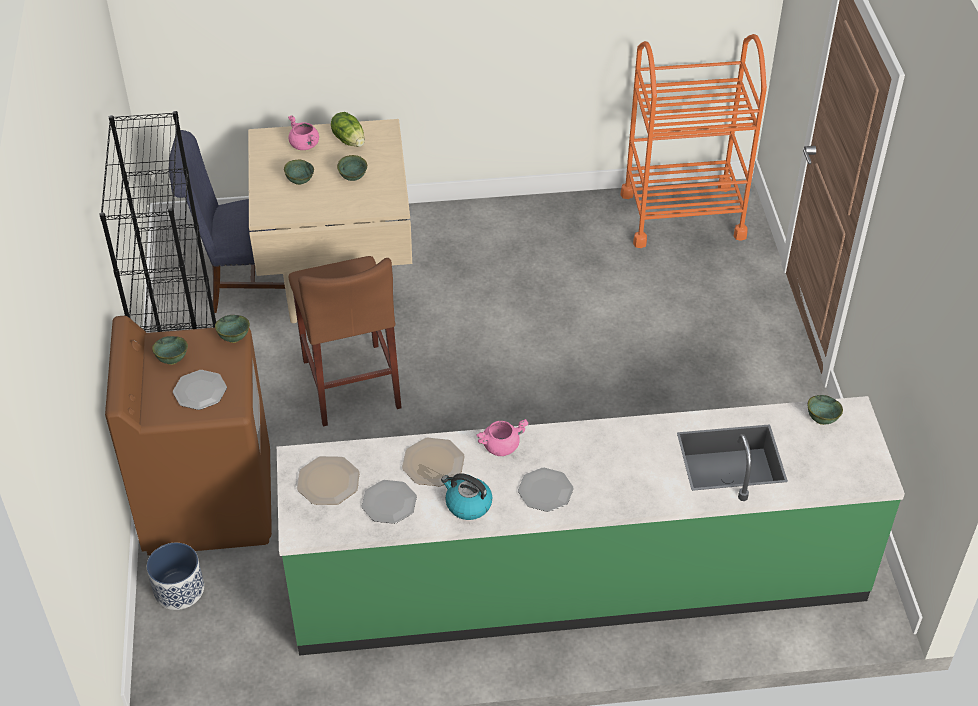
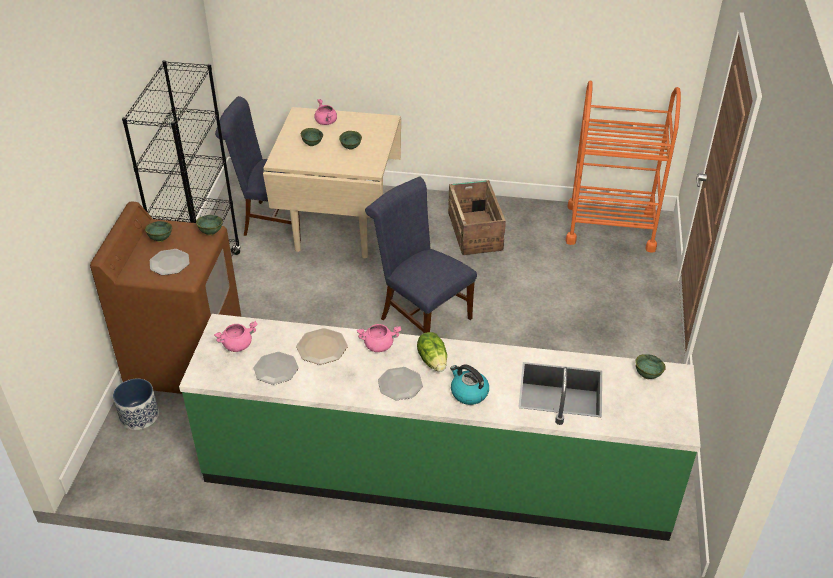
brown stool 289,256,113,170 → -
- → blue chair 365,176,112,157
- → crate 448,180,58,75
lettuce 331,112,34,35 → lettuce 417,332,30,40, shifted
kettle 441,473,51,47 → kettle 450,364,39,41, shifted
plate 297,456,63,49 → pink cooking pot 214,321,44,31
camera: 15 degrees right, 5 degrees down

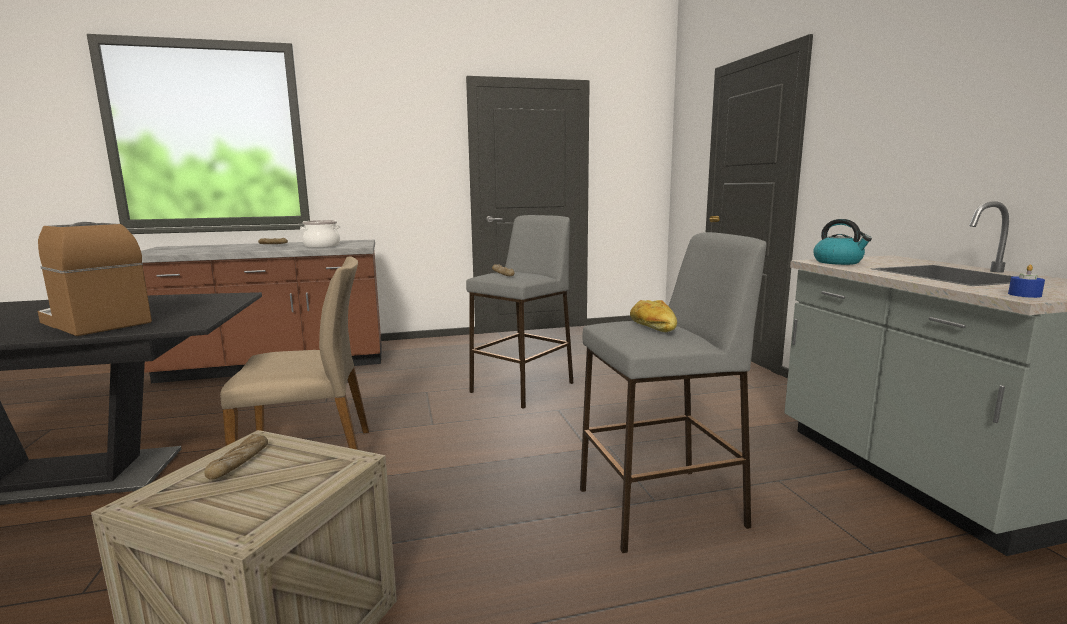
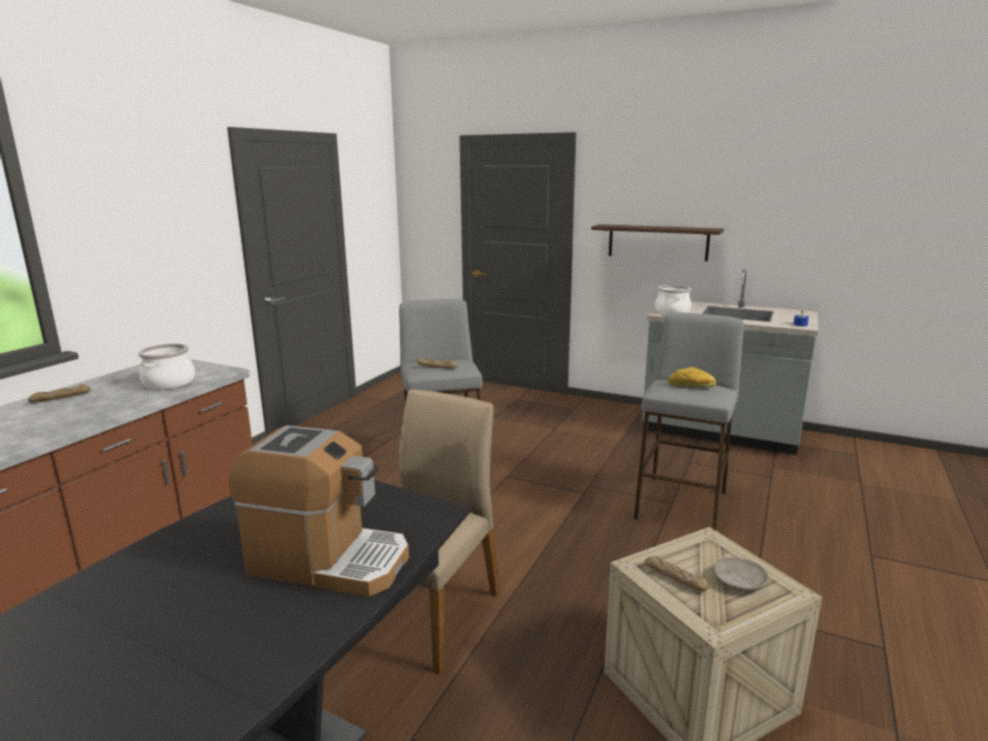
- → shelf 591,224,133,37
- → beige plate 714,557,55,34
kettle 813,219,59,46 → cooking pot 655,285,36,30
coffee machine 38,222,114,114 → coffee machine 229,425,180,172, 150 degrees counterclockwise
camera: 50 degrees left, 5 degrees up

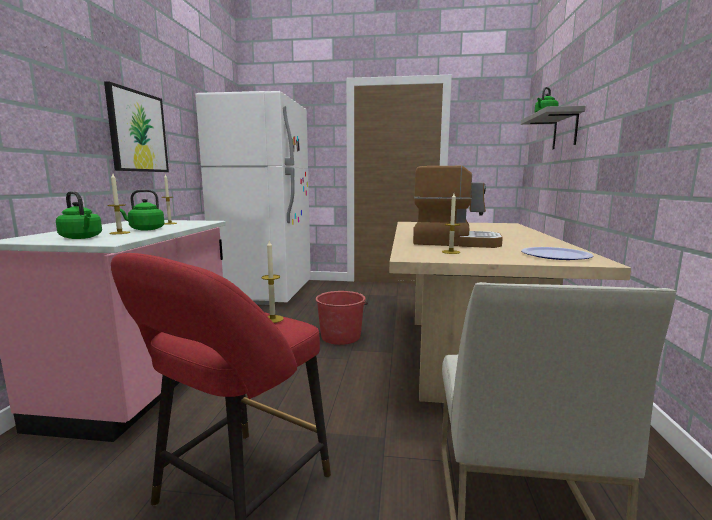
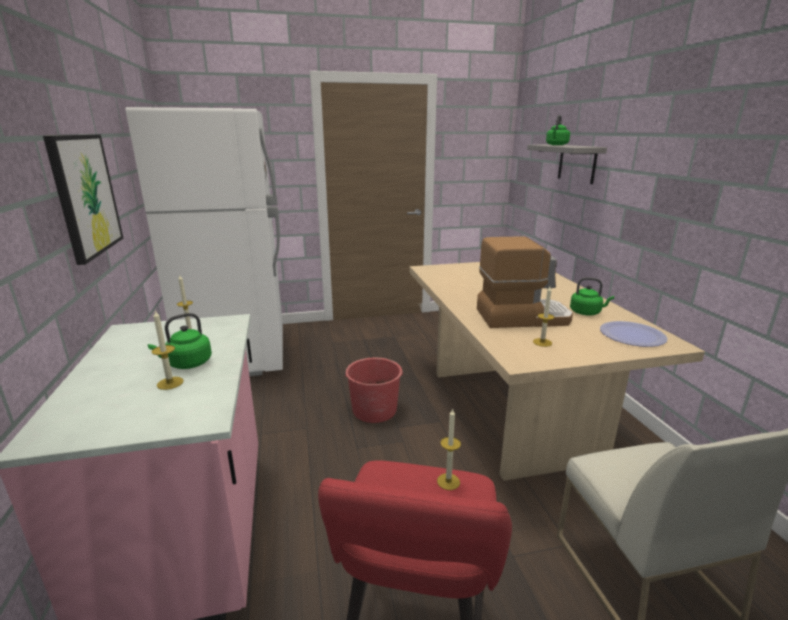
green kettle 56,191,46,48 → green kettle 570,277,44,38, shifted
camera: 20 degrees left, 10 degrees up

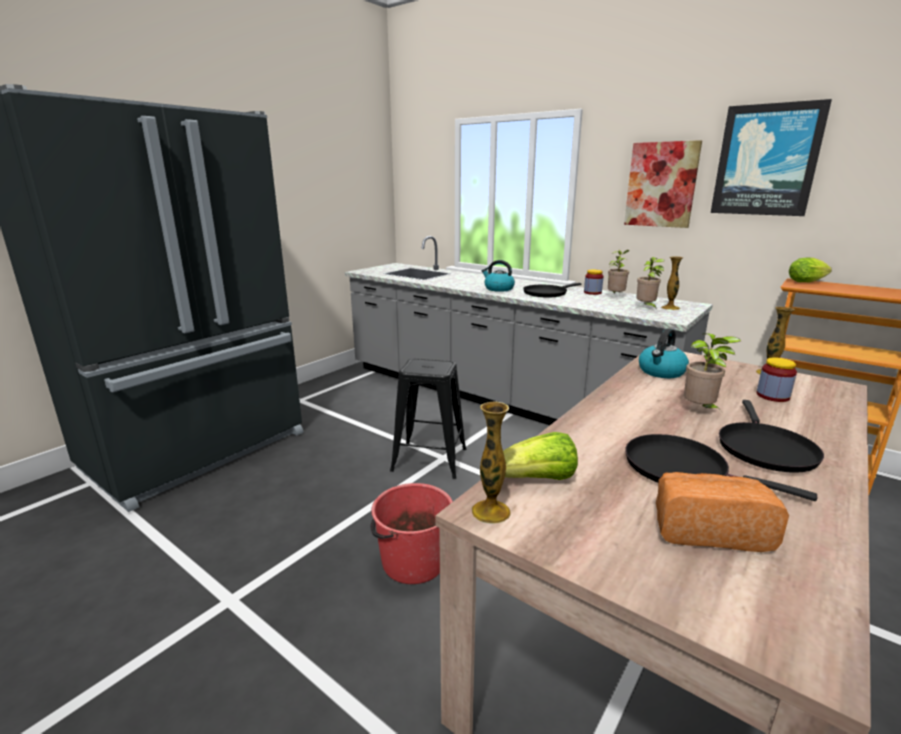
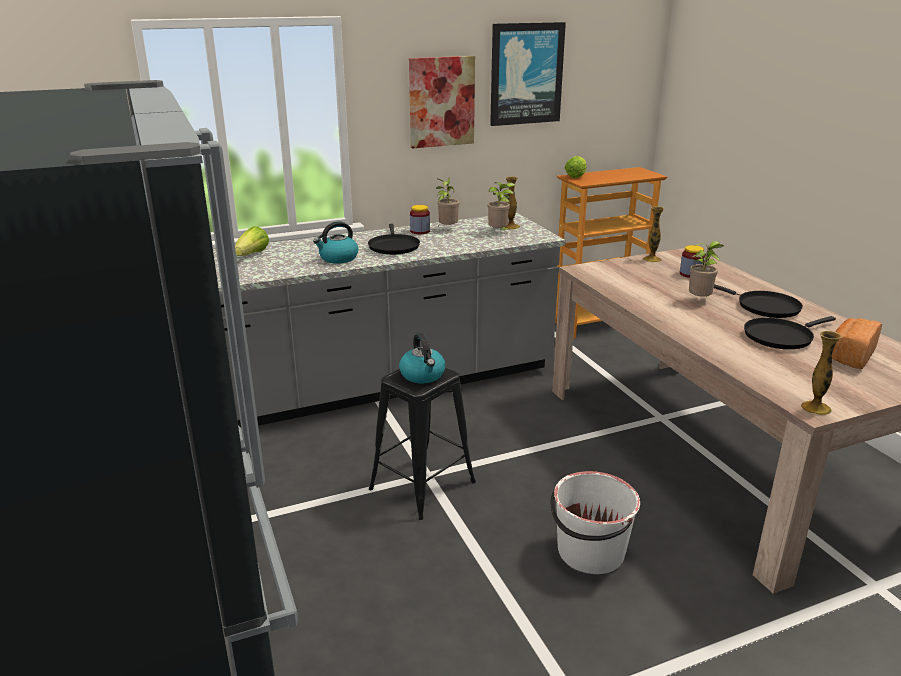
lettuce 503,432,75,48 → lettuce 235,226,34,30, shifted
kettle 639,328,50,50 → kettle 399,333,47,50, shifted
red bucket 370,483,83,101 → white bucket 551,471,89,103
camera: 60 degrees left, 5 degrees up

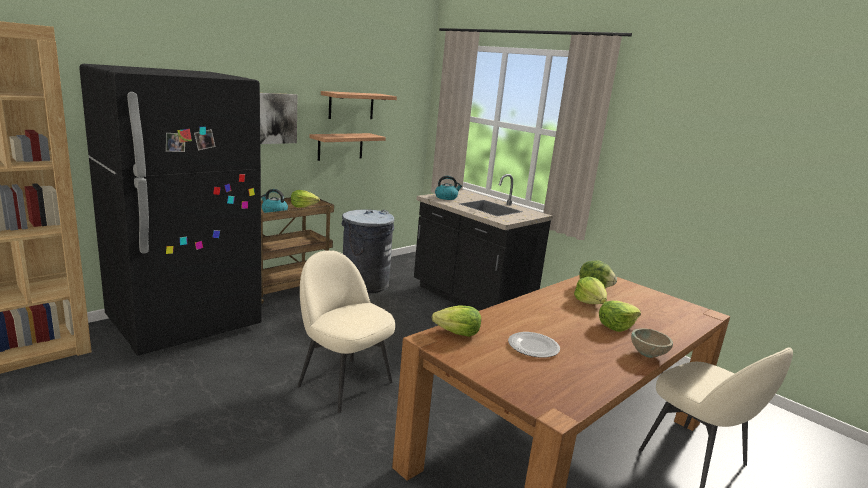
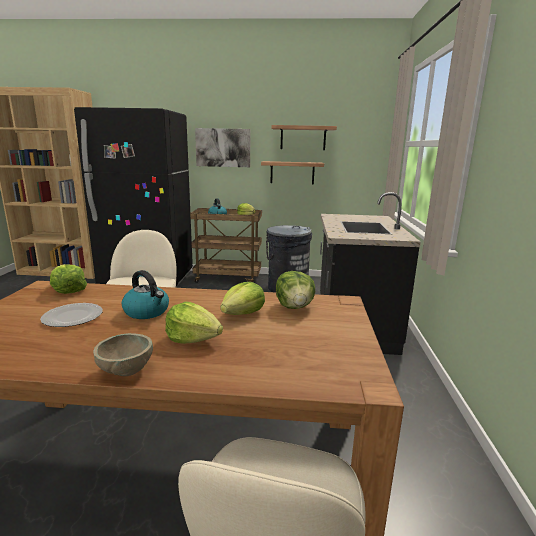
kettle 435,176,27,24 → kettle 122,270,47,49, shifted
camera: 50 degrees right, 0 degrees up

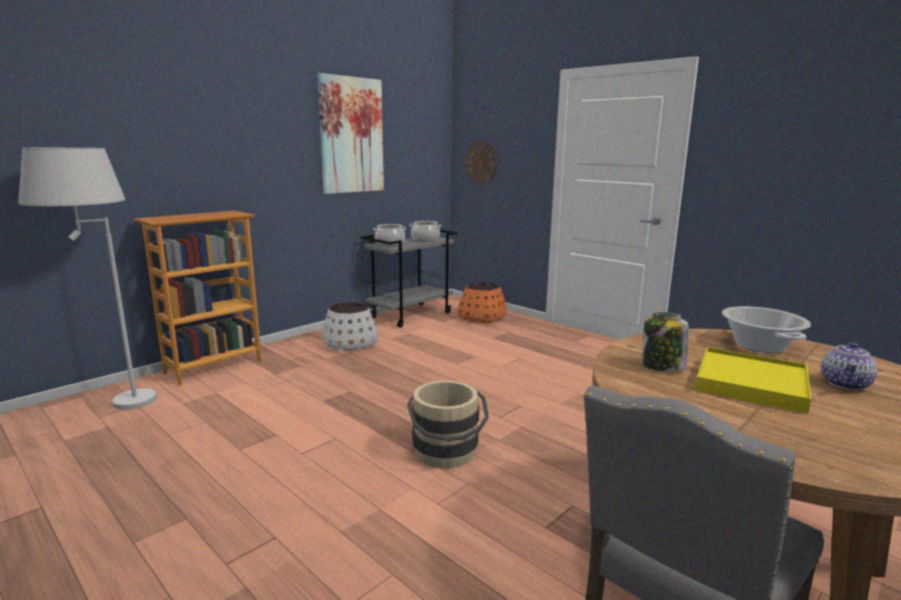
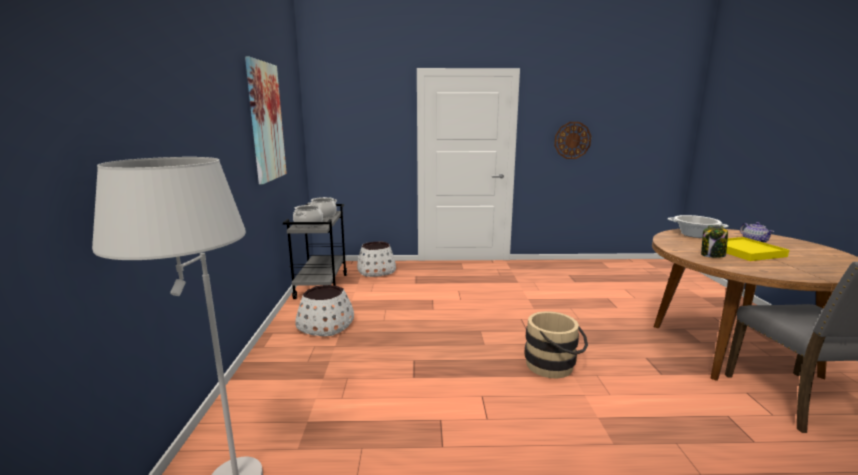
bookcase 134,211,128,174 → -
wall clock 465,141,33,44 → wall clock 554,122,37,37, shifted
orange planter 457,282,50,41 → white planter 357,242,39,35
camera: 45 degrees left, 0 degrees up

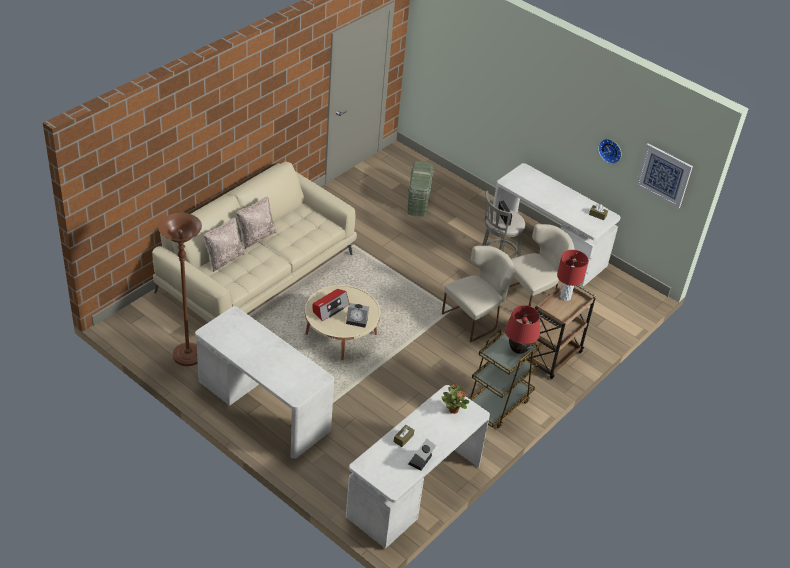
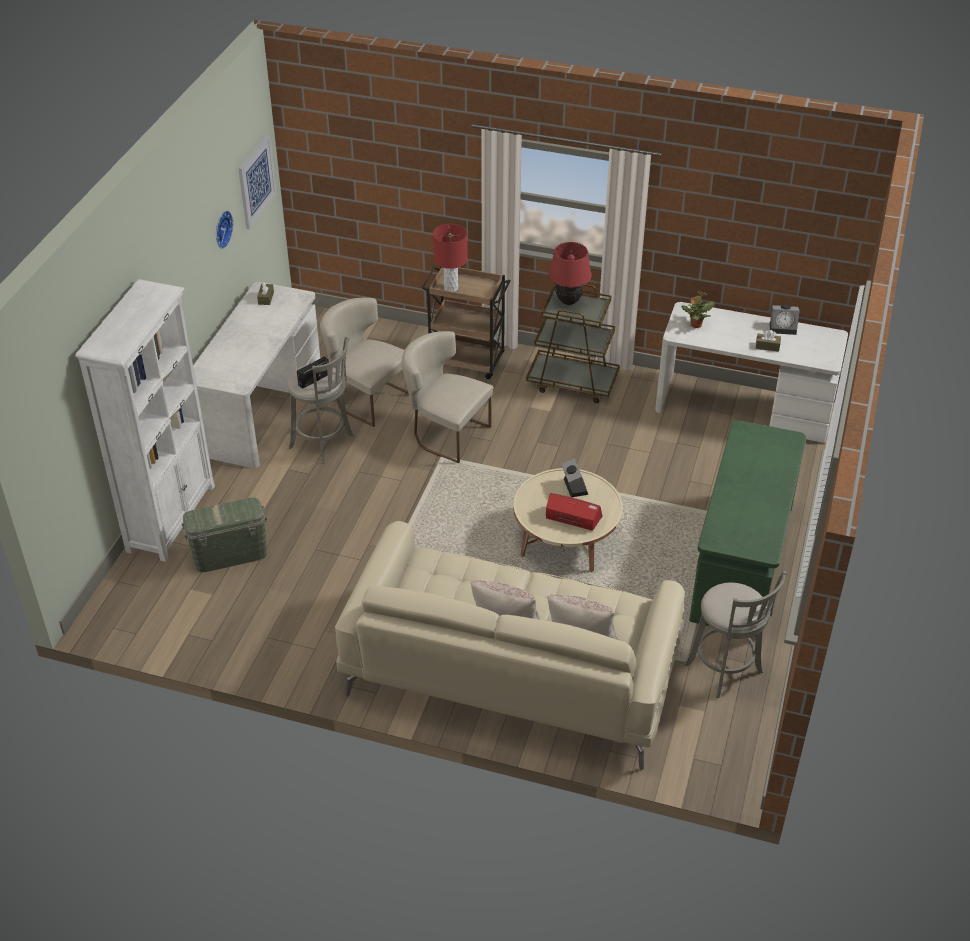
- → white bookcase 75,279,140,283
brown floor lamp 158,213,44,153 → grey stool 684,571,102,127
white desk 195,306,139,153 → green desk 689,420,117,216
camera: 110 degrees left, 0 degrees up

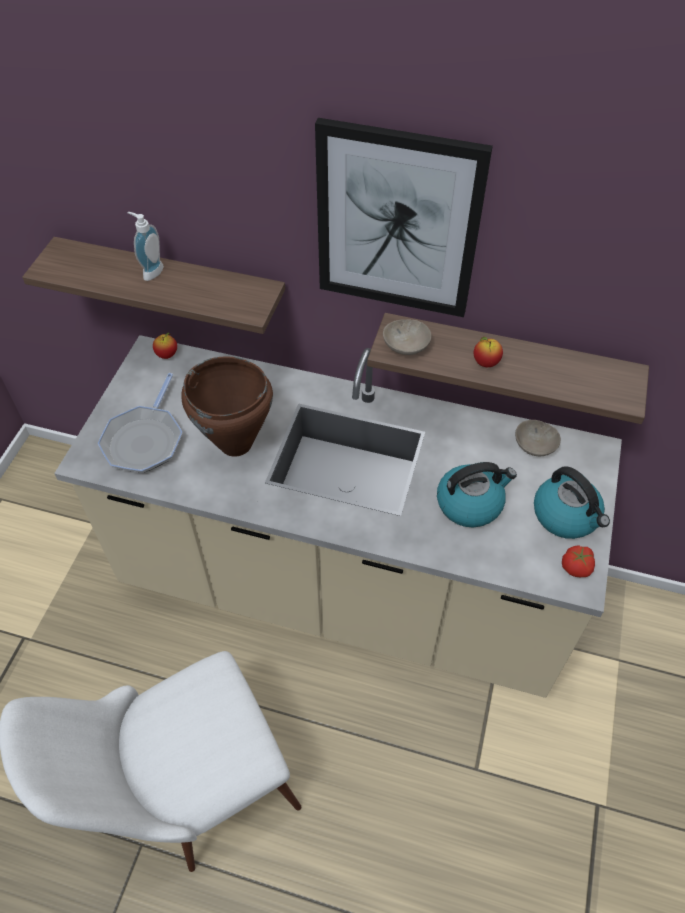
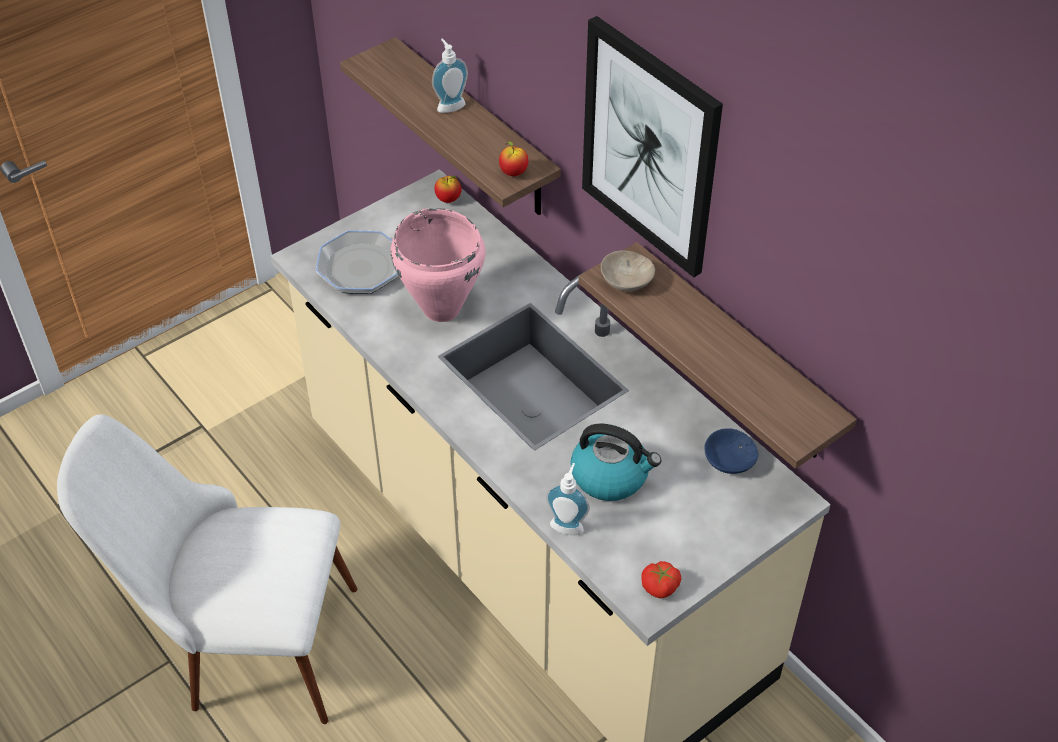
kettle 534,466,76,73 → -
- → soap dispenser 546,463,44,72
apple 474,337,29,30 → apple 499,141,29,35, shifted
brown cooking pot 181,356,92,101 → pink cooking pot 391,208,95,114
beige bowl 515,420,46,36 → blue bowl 705,428,54,46
camera: 35 degrees right, 5 degrees down

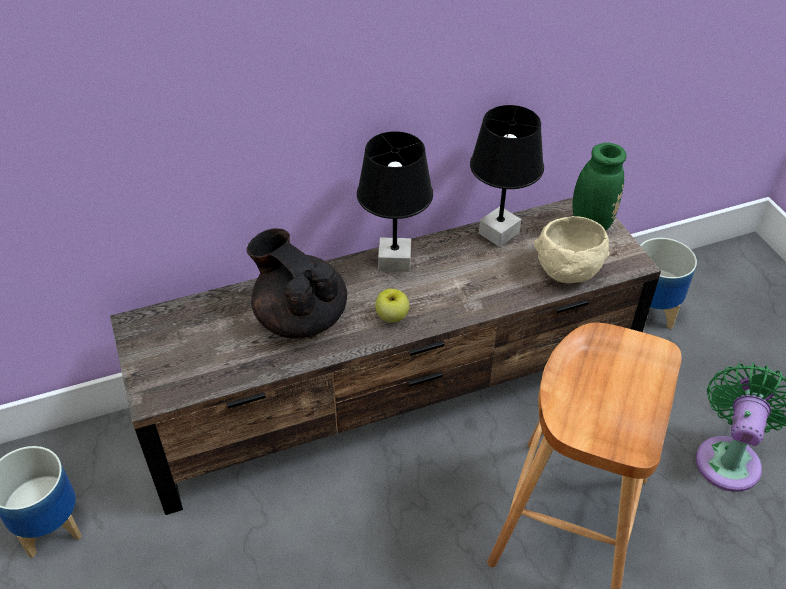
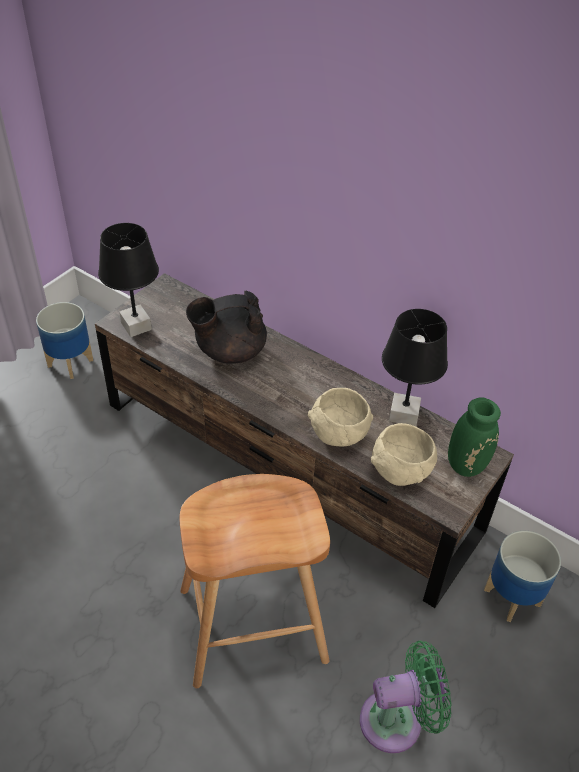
apple 375,289,34,34 → -
- → beige bowl 308,388,65,59
black table lamp 357,131,76,141 → black table lamp 98,223,61,114, shifted
black teapot 247,228,100,111 → black teapot 186,290,81,74, 120 degrees counterclockwise
camera: 55 degrees right, 0 degrees up

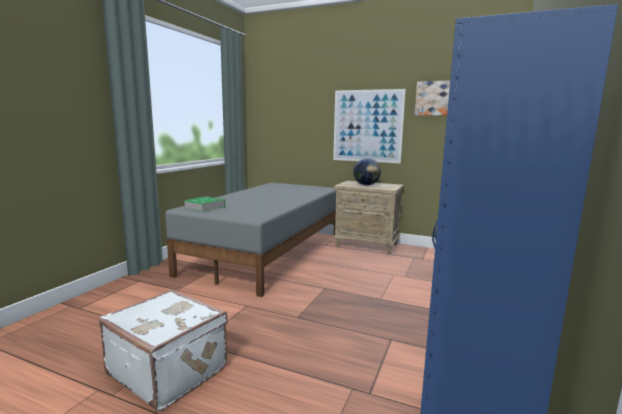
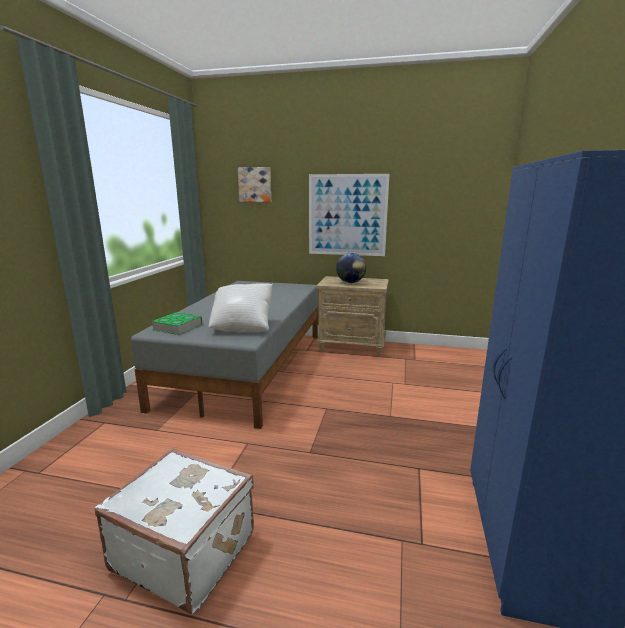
- → white pillow 209,283,64,49
picture 415,81,35,35 → picture 238,167,33,35, shifted
camera: 10 degrees left, 5 degrees up

